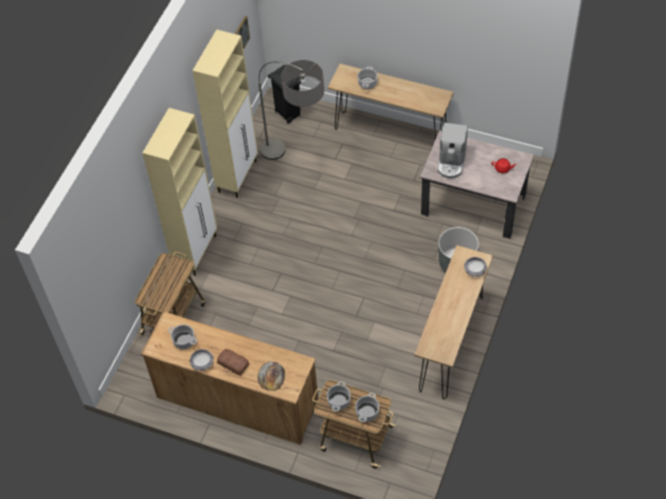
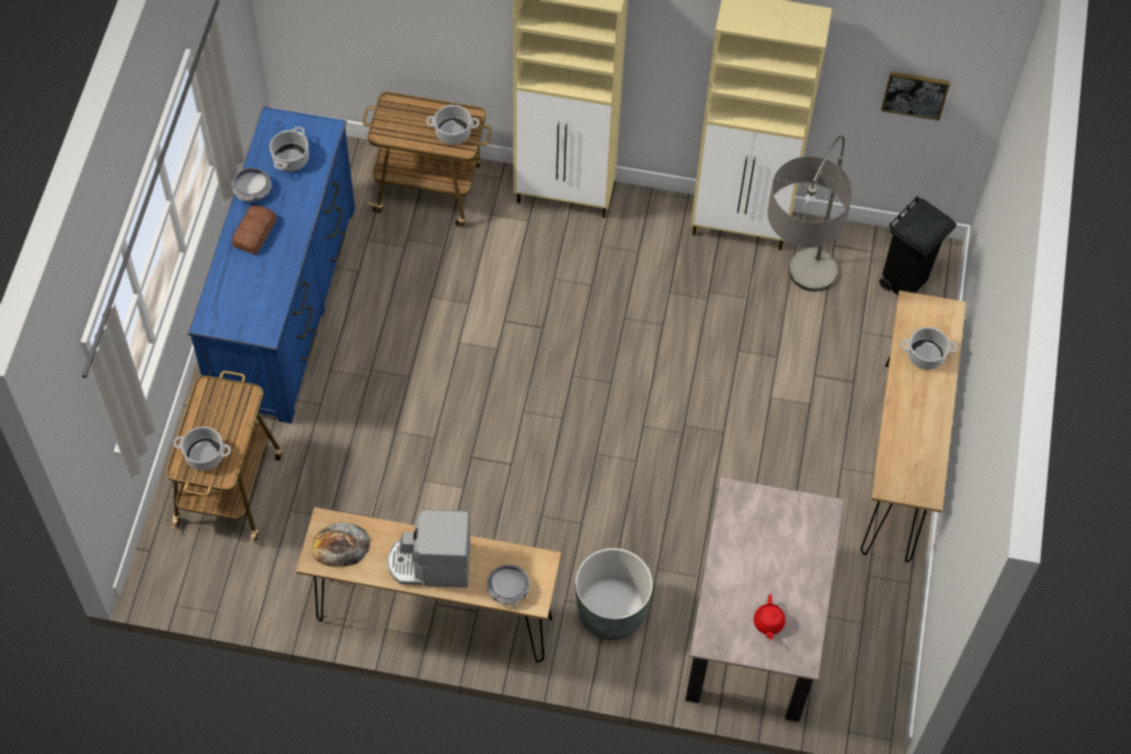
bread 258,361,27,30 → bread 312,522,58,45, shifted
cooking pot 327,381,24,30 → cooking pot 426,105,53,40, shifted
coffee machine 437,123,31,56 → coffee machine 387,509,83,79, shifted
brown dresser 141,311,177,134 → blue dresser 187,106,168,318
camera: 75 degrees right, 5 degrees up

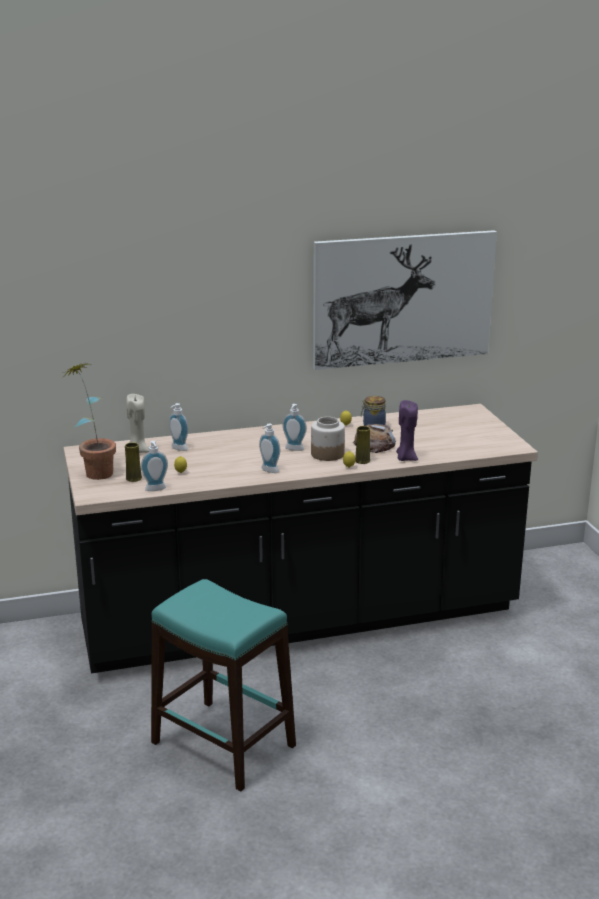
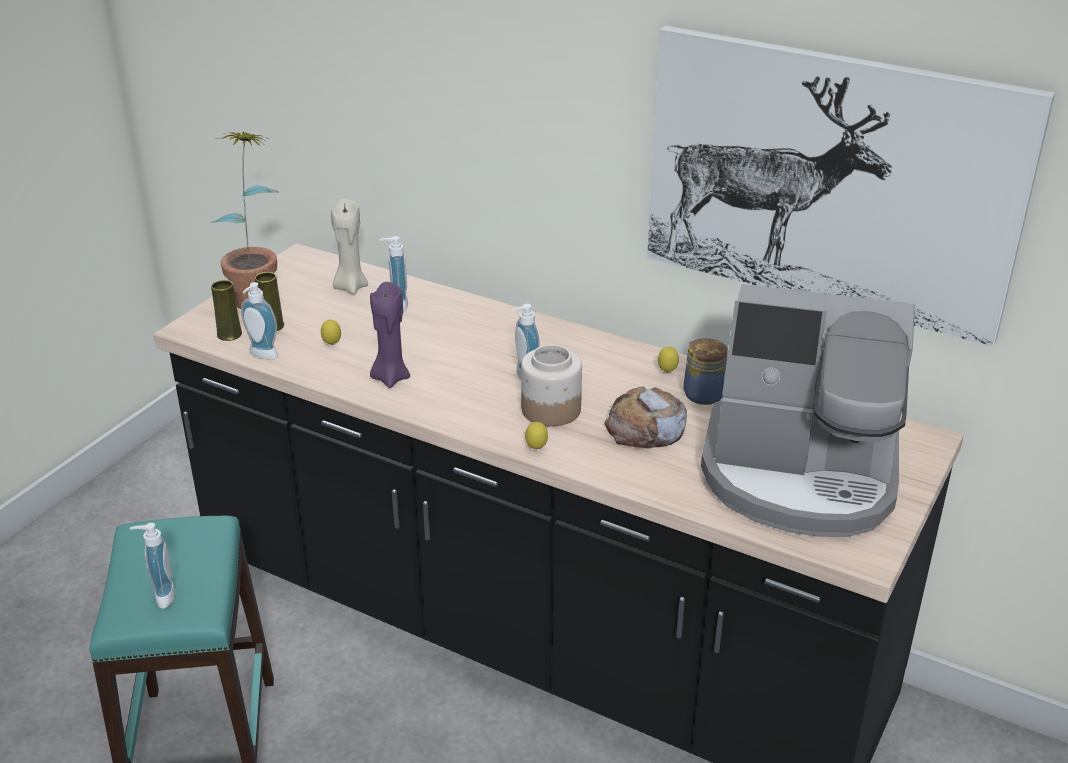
- → coffee machine 701,284,214,253
soap dispenser 259,424,21,49 → soap dispenser 130,523,45,86, shifted
yellow vase 355,426,15,38 → yellow vase 211,280,31,61, shifted
purple candle 396,400,22,61 → purple candle 370,282,40,106, shifted
camera: 45 degrees right, 10 degrees up

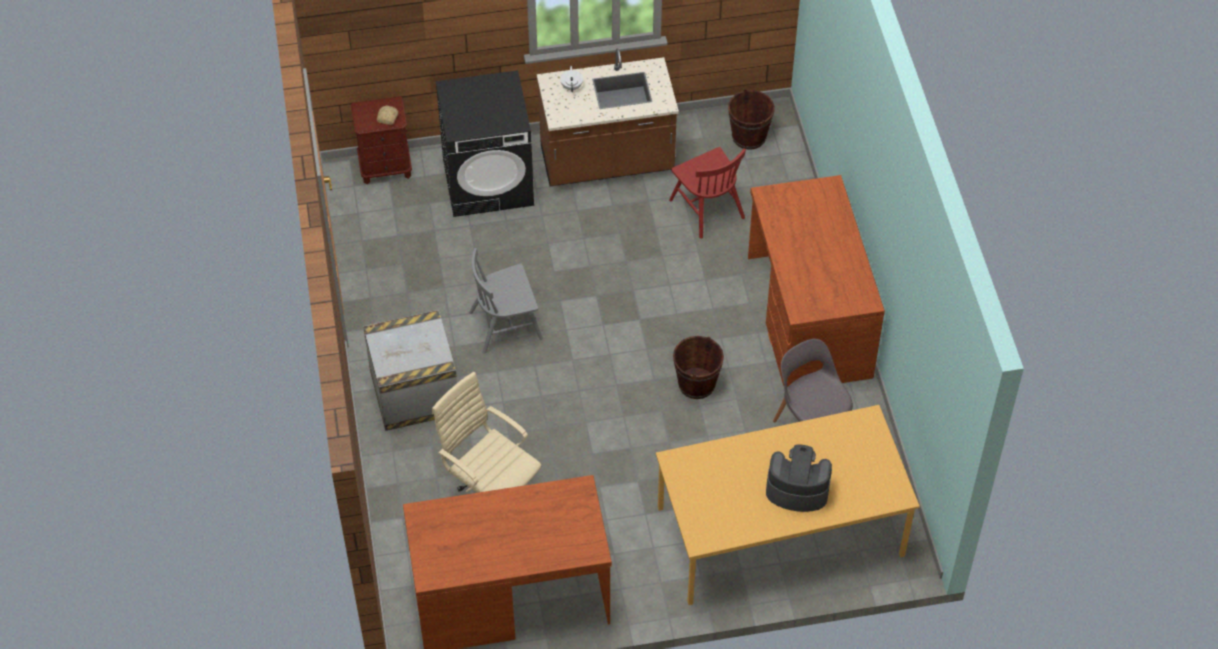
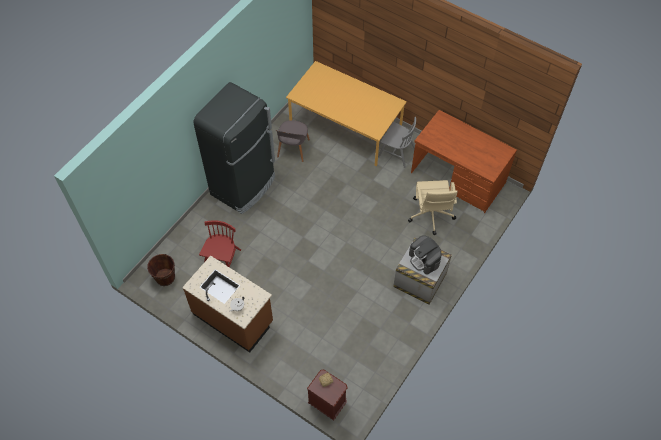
black washing machine 436,70,98,147 → -
brown bucket 673,336,51,63 → -
grey chair 469,248,74,106 → grey chair 378,117,38,51, shifted
coffee machine 766,445,66,67 → coffee machine 409,235,33,40, shifted
brown desk 748,175,137,212 → black fridge 194,82,81,132
camera: 135 degrees left, 5 degrees up

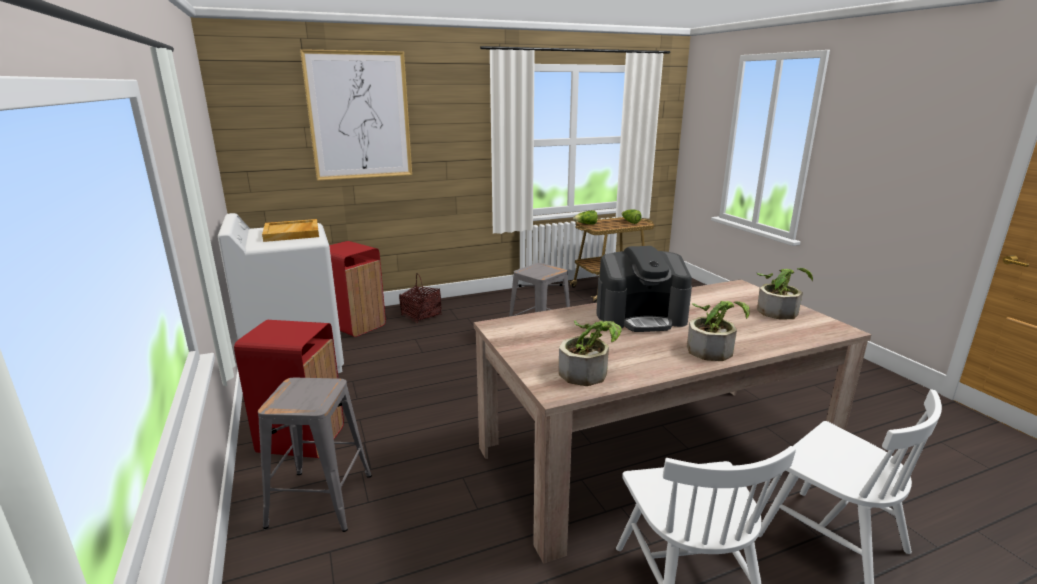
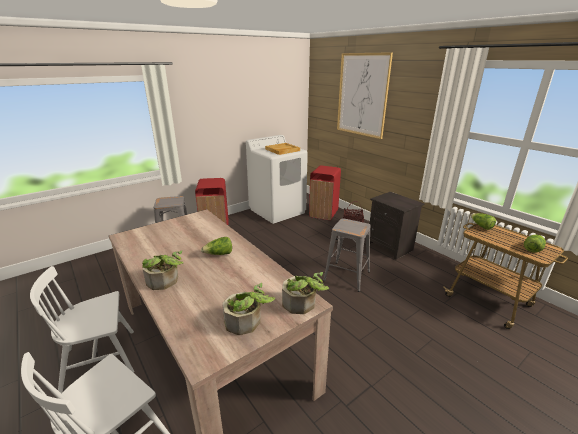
- → black nightstand 370,192,54,67
potted plant 559,320,63,66 → potted plant 282,272,47,42, shifted
coffee machine 596,246,96,86 → lettuce 201,237,31,18
camera: 75 degrees right, 5 degrees up

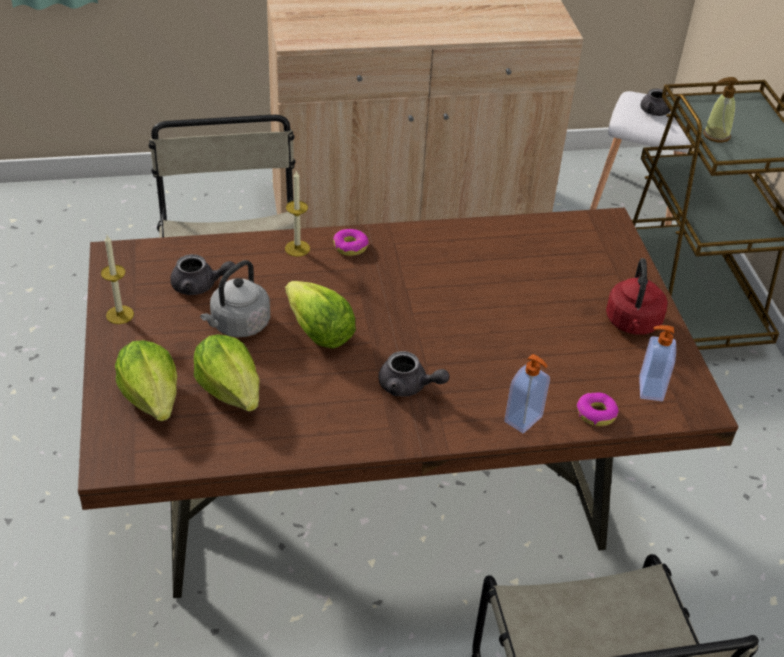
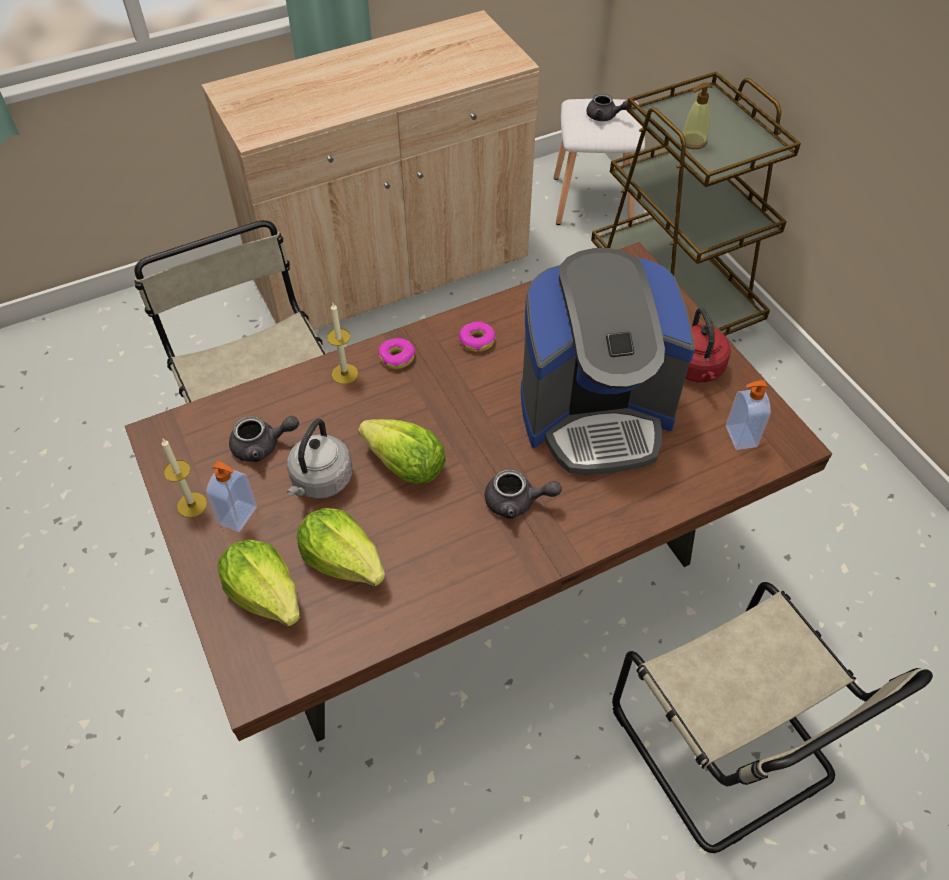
- → coffee machine 521,248,174,227
soap dispenser 504,354,46,79 → soap dispenser 206,461,51,71, shifted
donut 577,392,42,34 → donut 459,321,36,31, shifted
camera: 15 degrees left, 10 degrees up

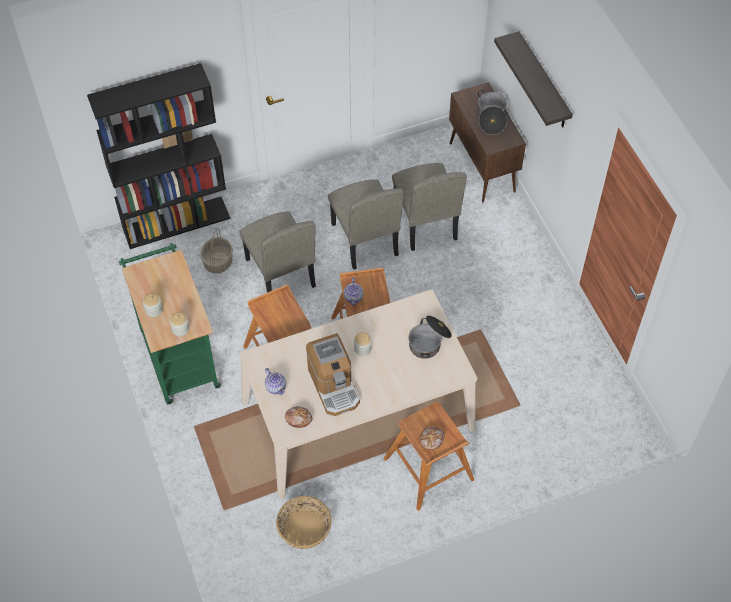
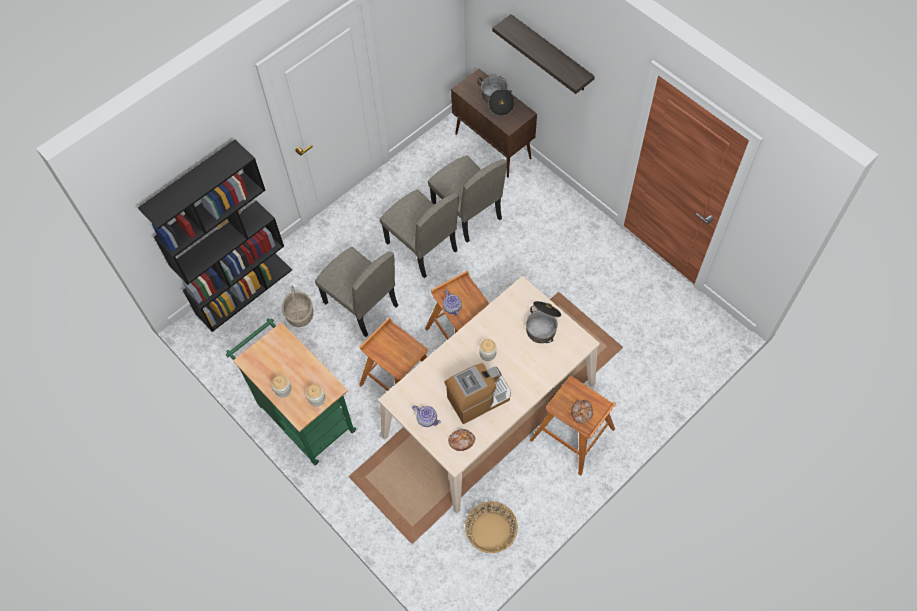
coffee machine 306,333,54,83 → coffee machine 444,363,67,61, 75 degrees counterclockwise
camera: 20 degrees left, 5 degrees up

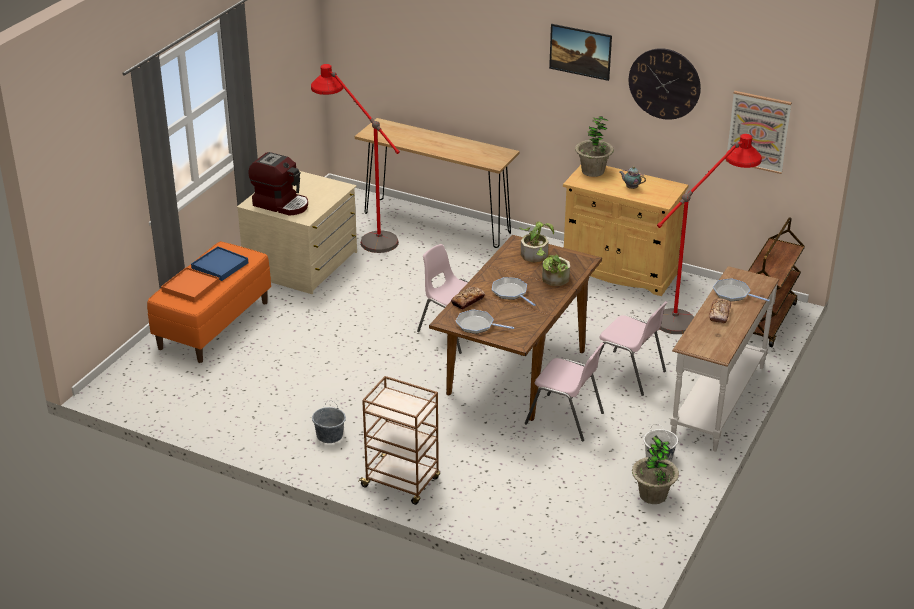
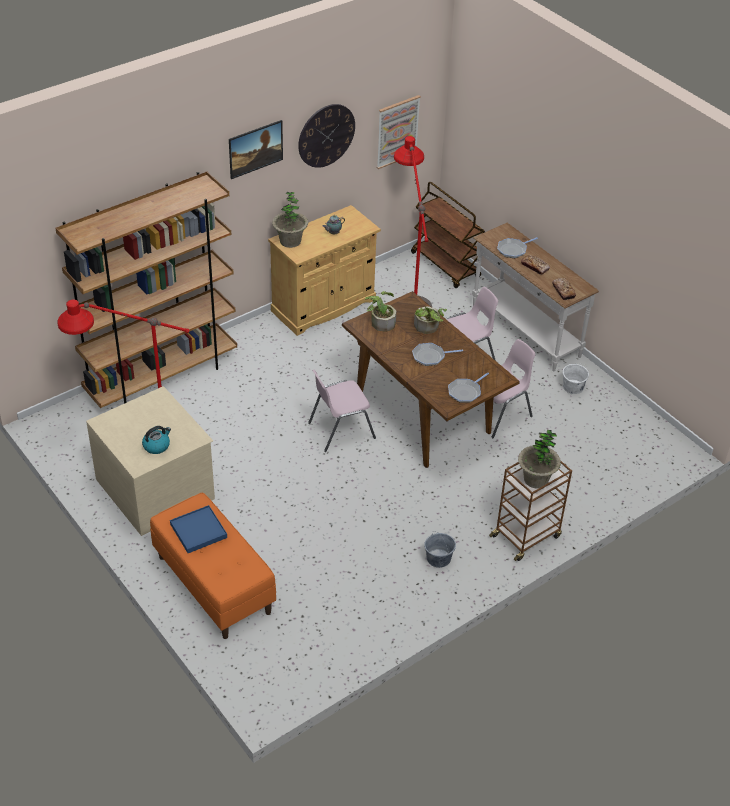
orange tray 161,267,59,36 → -
bread 451,287,34,23 → bread 552,278,24,22, shifted
potted plant 632,436,47,68 → potted plant 518,430,43,59, shifted
coffee machine 248,152,60,64 → kettle 142,426,29,28
brown console table 355,118,165,130 → brown bookcase 55,172,182,236
camera: 65 degrees left, 10 degrees up

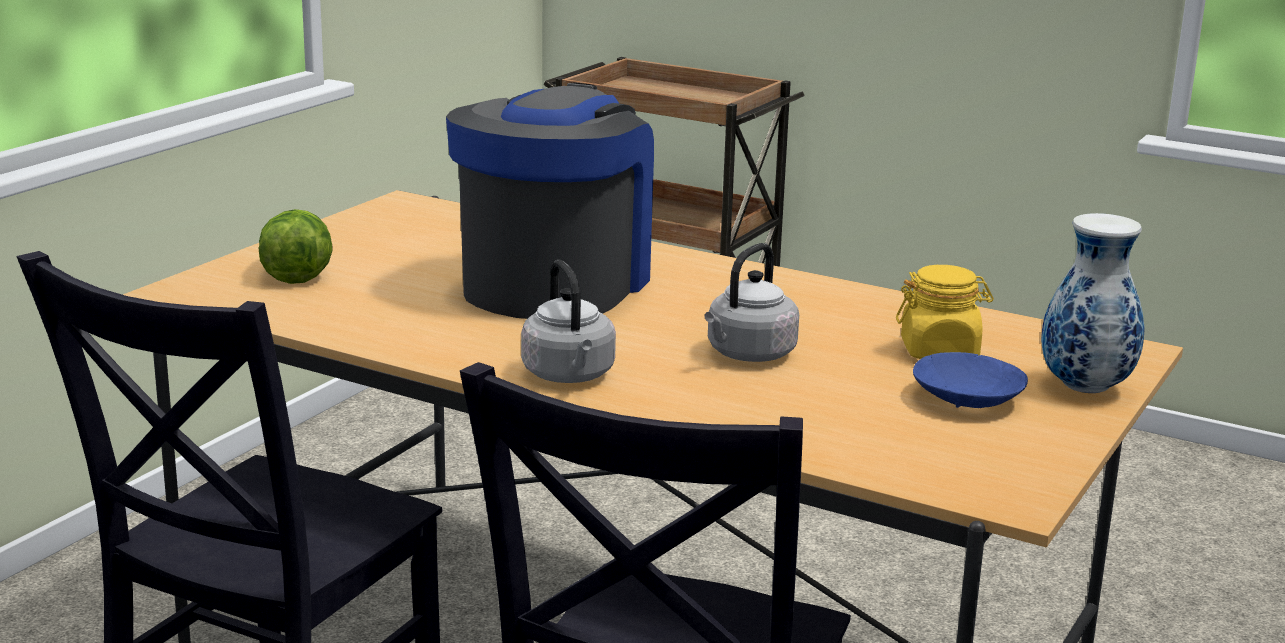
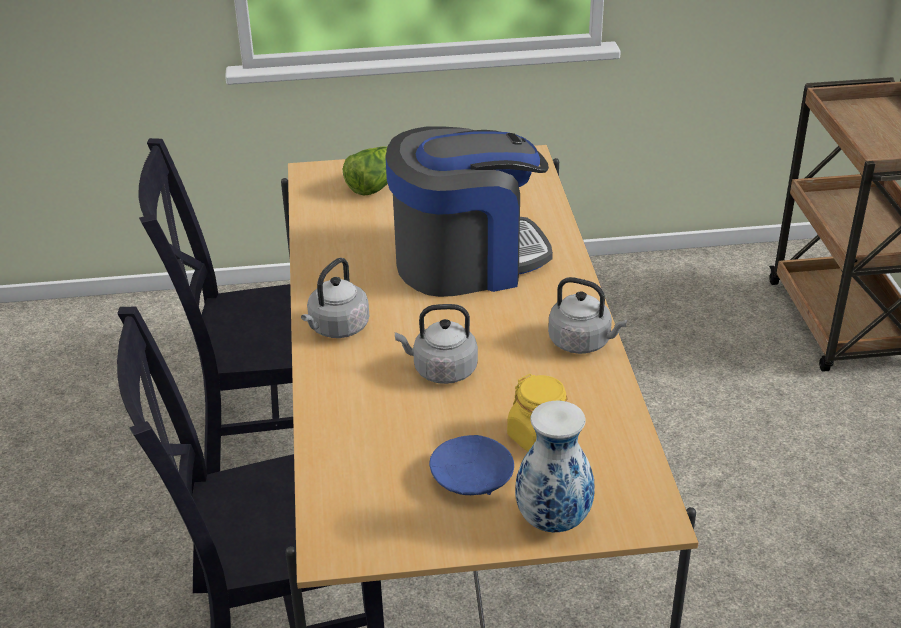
- → grey kettle 548,277,79,77
camera: 55 degrees right, 15 degrees up

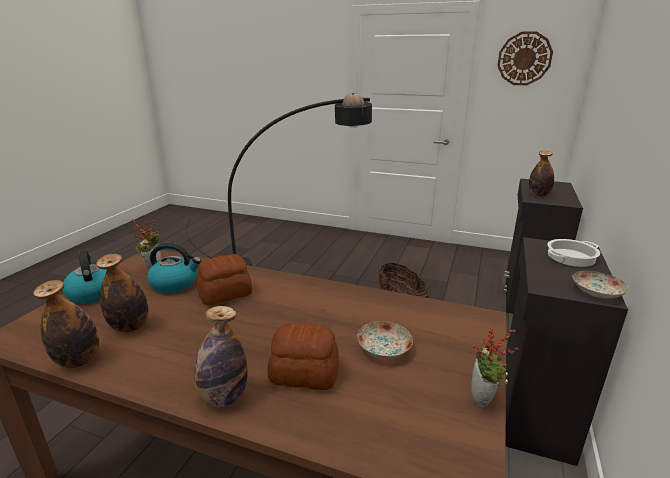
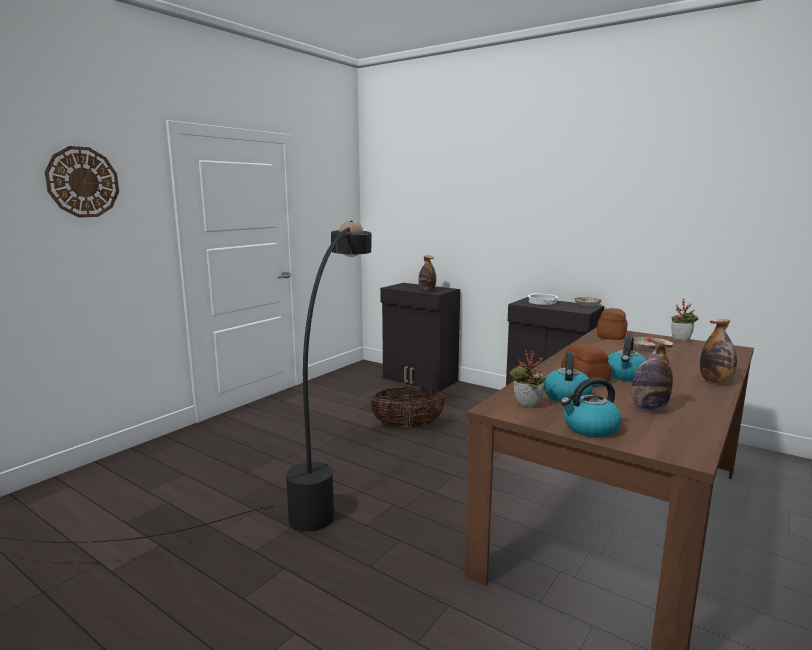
bottle 33,280,66,88 → -
- → kettle 608,336,38,45
bread 268,323,71,67 → bread 597,308,31,32, shifted
wall clock 497,31,56,54 → wall clock 45,146,74,72, shifted
camera: 75 degrees left, 10 degrees down

